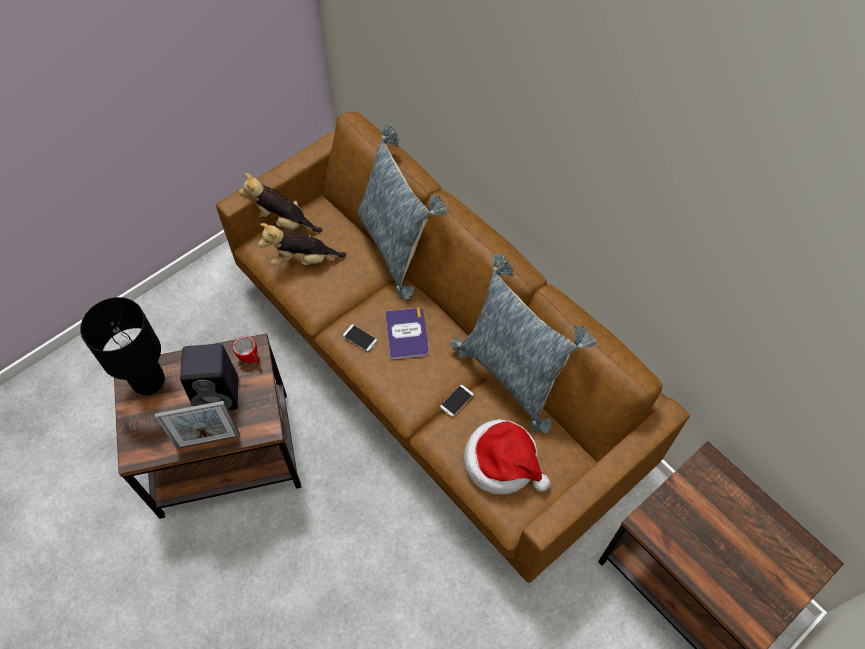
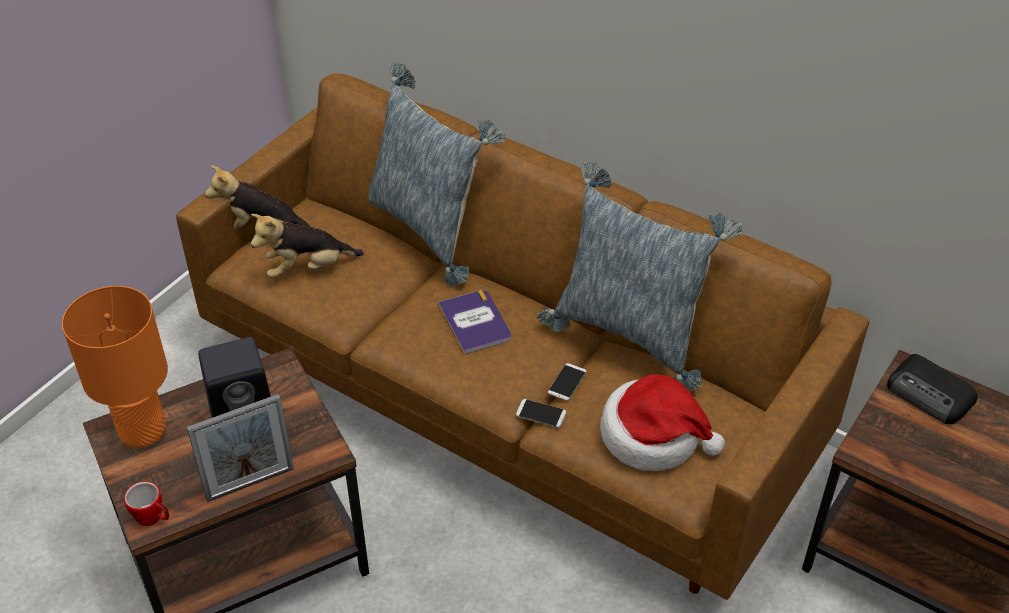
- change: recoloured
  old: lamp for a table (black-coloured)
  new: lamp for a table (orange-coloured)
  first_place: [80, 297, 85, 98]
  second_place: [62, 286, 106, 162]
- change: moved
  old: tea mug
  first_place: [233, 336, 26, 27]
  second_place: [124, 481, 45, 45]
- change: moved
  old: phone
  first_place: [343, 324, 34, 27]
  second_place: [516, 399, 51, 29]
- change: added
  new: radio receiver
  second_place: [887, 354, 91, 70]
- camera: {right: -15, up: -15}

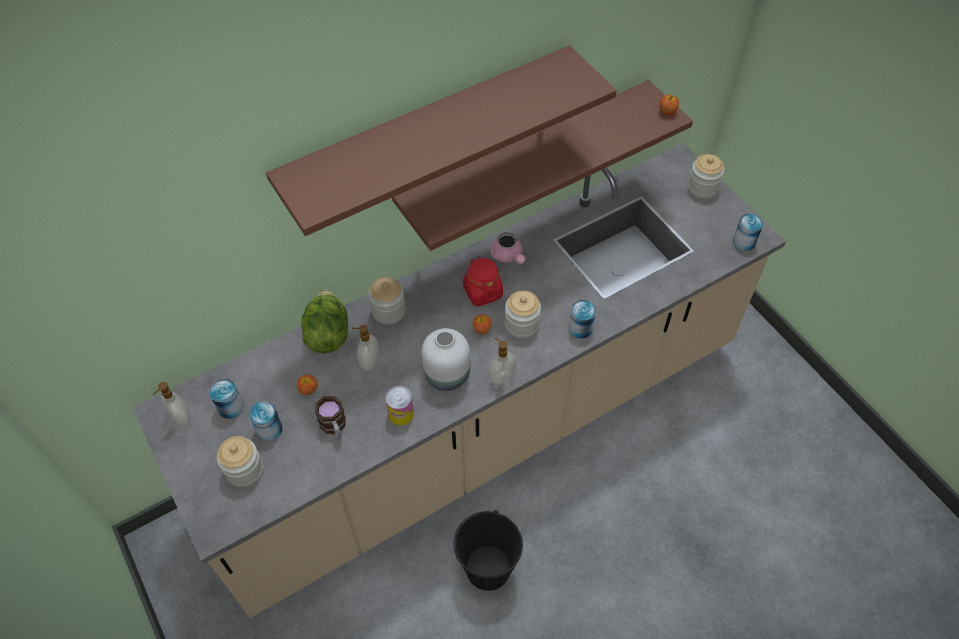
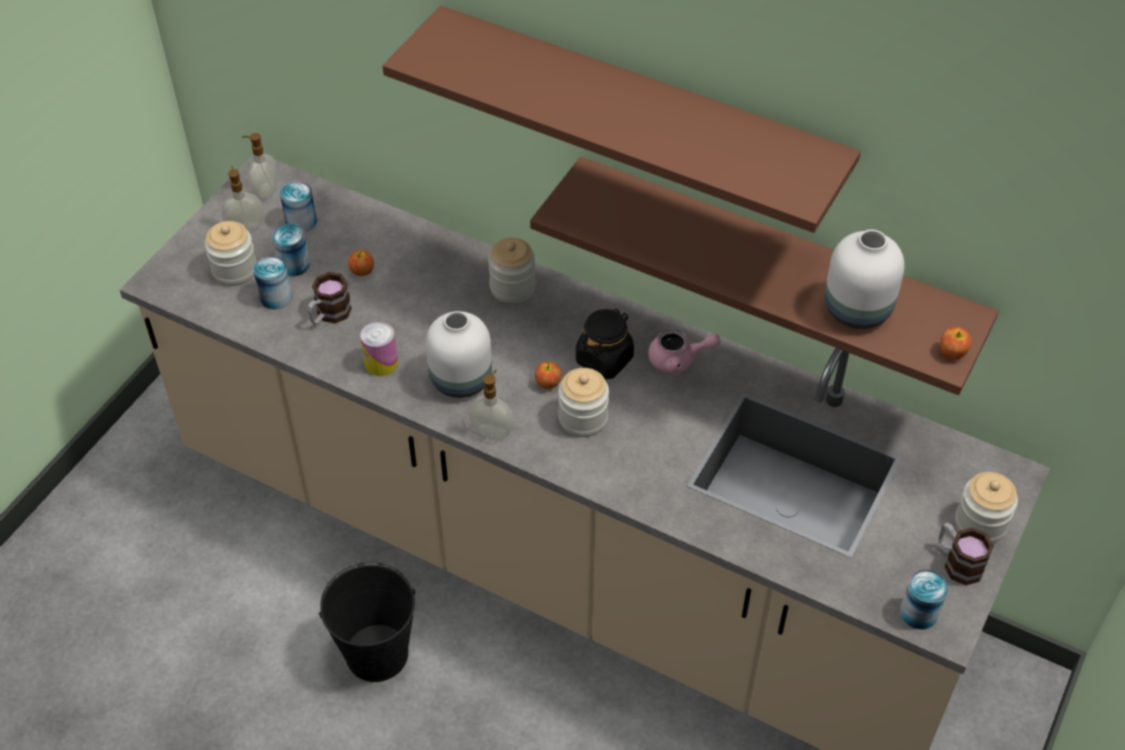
- change: removed
  old: head of lettuce
  first_place: [301, 289, 48, 65]
- change: moved
  old: soap bottle
  first_place: [352, 325, 27, 46]
  second_place: [221, 166, 43, 66]
- change: recoloured
  old: storage jar (reddish)
  new: storage jar (black-coloured)
  first_place: [463, 256, 40, 51]
  second_place: [576, 309, 58, 70]
- change: turned
  old: tea pot (pink-coloured)
  first_place: [488, 232, 37, 32]
  second_place: [648, 329, 73, 44]
  degrees: -120
- change: moved
  old: can
  first_place: [569, 300, 27, 39]
  second_place: [253, 256, 39, 53]
- change: added
  new: flower vase (white)
  second_place: [825, 230, 80, 99]
- change: added
  new: tea mug
  second_place: [939, 523, 55, 63]
- camera: {right: 60, up: -5}

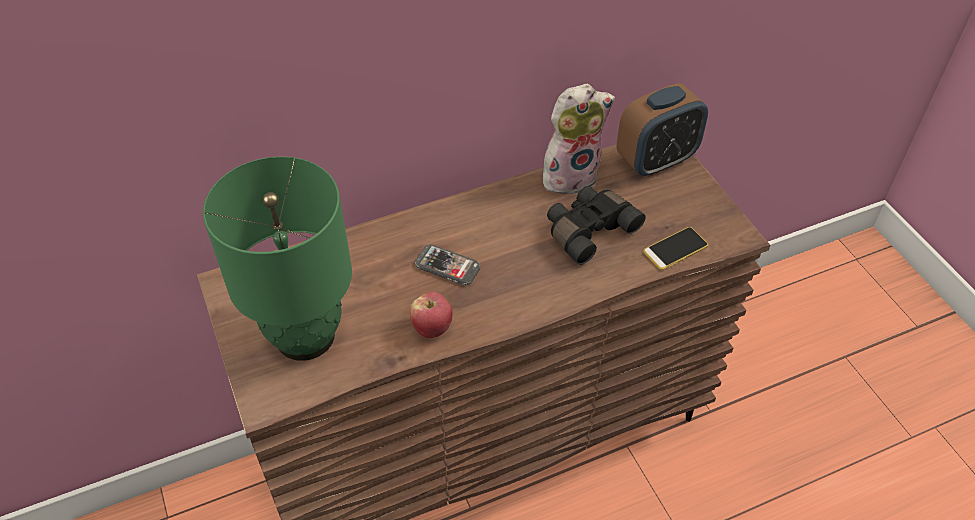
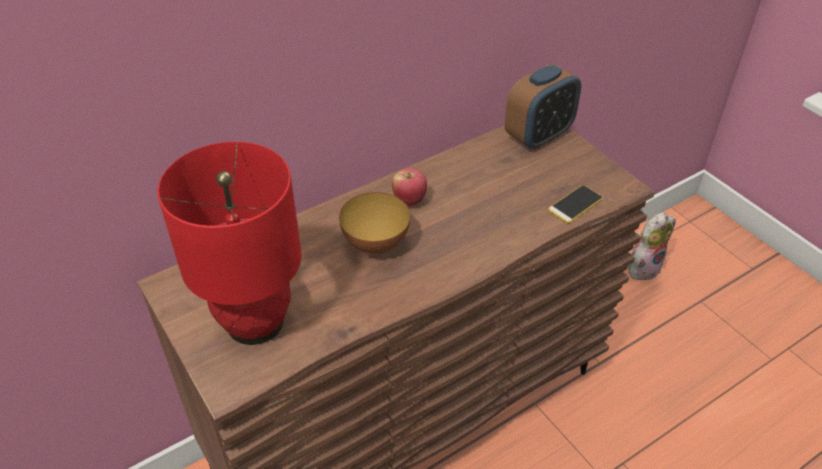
- change: recoloured
  old: lamp for a table (green-coloured)
  new: lamp for a table (reddish)
  first_place: [203, 157, 149, 204]
  second_place: [157, 142, 145, 203]
- change: moved
  old: whole apple
  first_place: [410, 292, 43, 46]
  second_place: [392, 167, 35, 40]
- change: replaced
  old: phone
  new: serving bowl
  first_place: [415, 244, 66, 42]
  second_place: [339, 192, 72, 62]
- change: moved
  old: soft toy
  first_place: [543, 84, 72, 110]
  second_place: [628, 213, 48, 68]
- change: removed
  old: pair of binoculars (black-coloured)
  first_place: [547, 186, 99, 79]
- camera: {right: -10, up: -5}

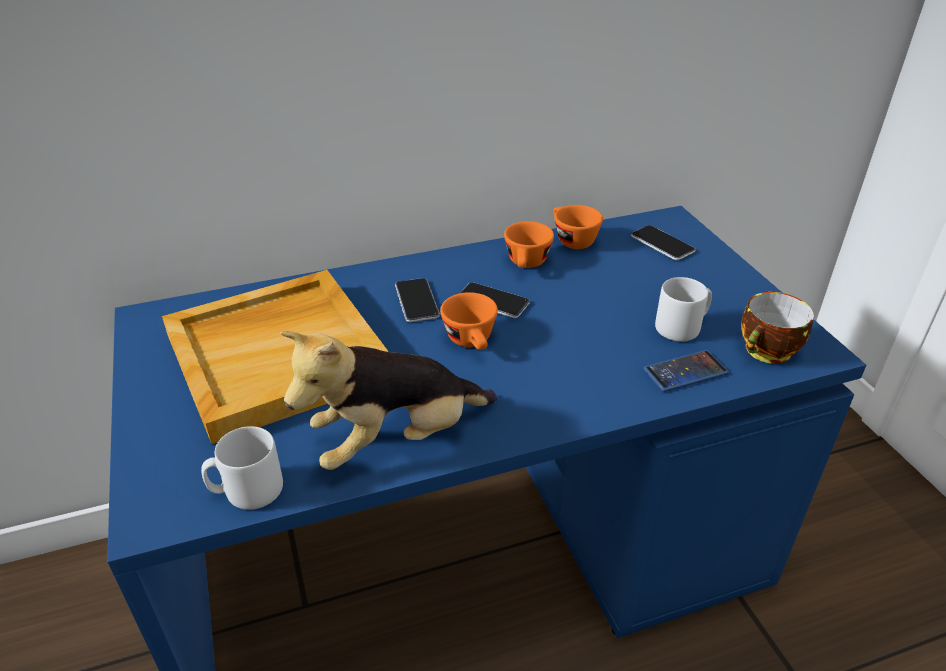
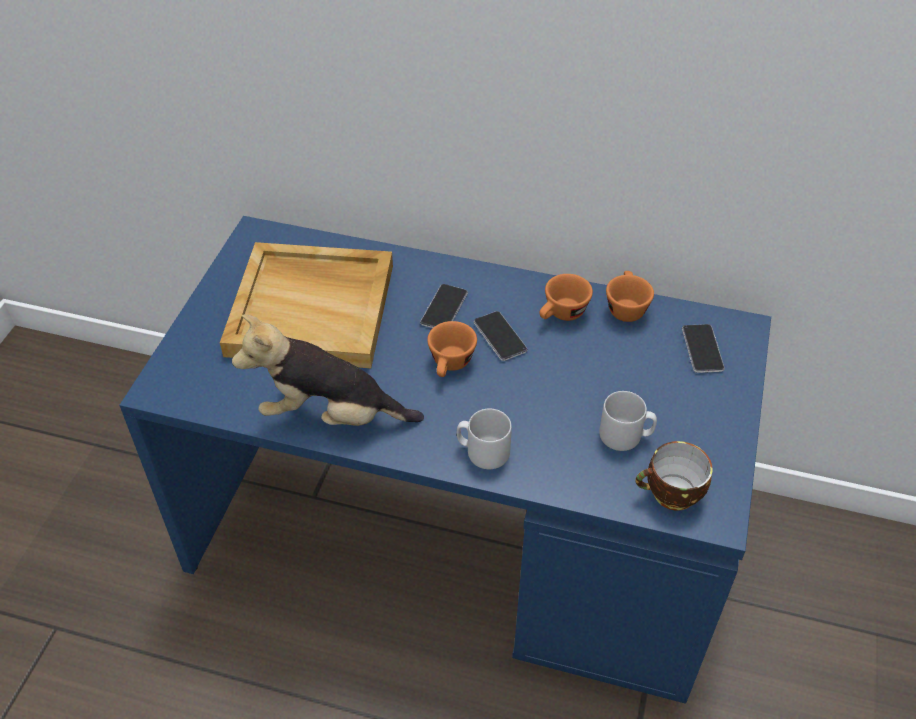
- change: moved
  old: tea mug (grey)
  first_place: [201, 426, 82, 84]
  second_place: [457, 409, 55, 60]
- change: removed
  old: phone
  first_place: [643, 350, 86, 42]
- camera: {right: 35, up: 10}

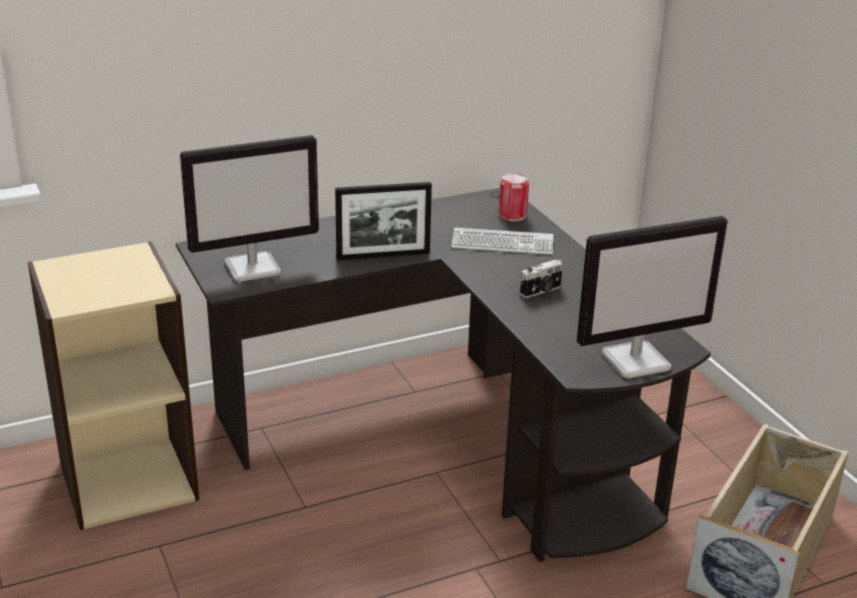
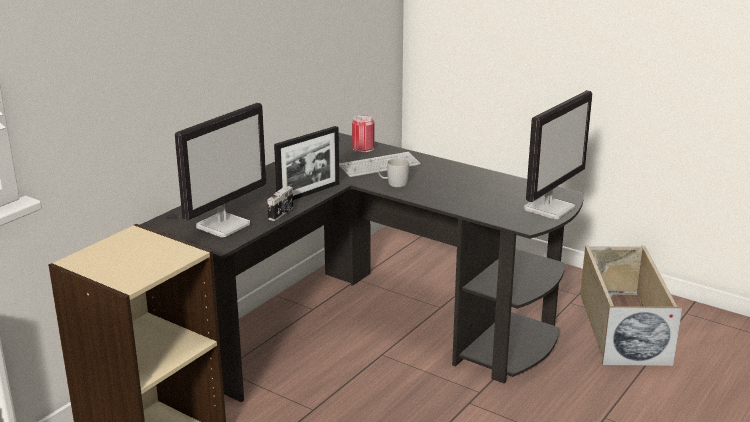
- change: moved
  old: still camera
  first_place: [520, 260, 43, 38]
  second_place: [267, 186, 26, 35]
- change: added
  new: tea mug (white)
  second_place: [378, 158, 31, 29]
- camera: {right: -30, up: -5}

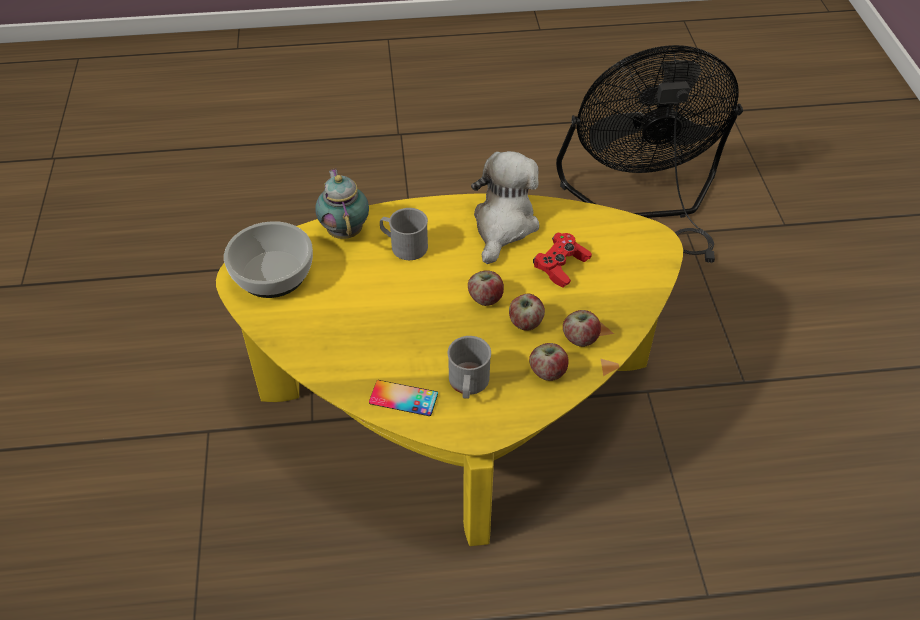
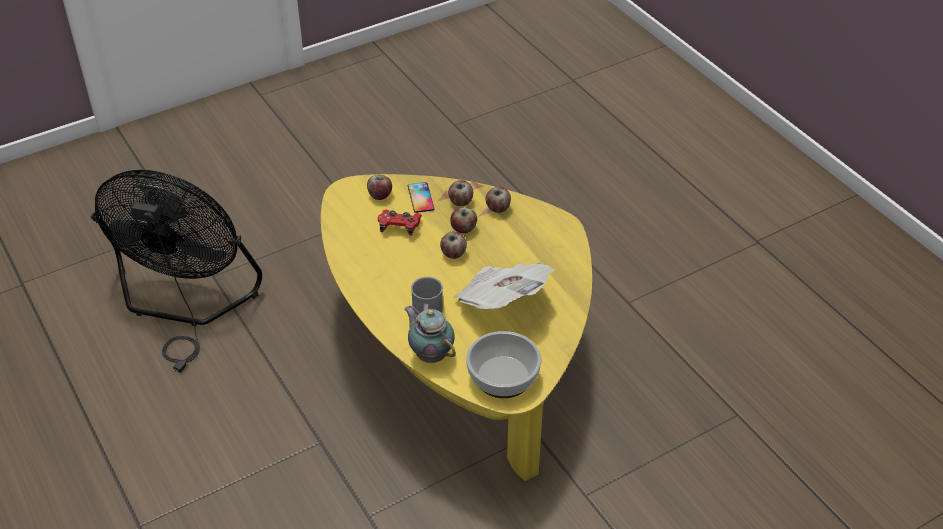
- change: turned
  old: tea pot
  first_place: [315, 168, 54, 71]
  second_place: [404, 305, 52, 58]
  degrees: 90
- change: moved
  old: phone
  first_place: [369, 380, 69, 36]
  second_place: [408, 182, 26, 31]
- change: removed
  old: tea mug (grey)
  first_place: [448, 336, 43, 63]
- change: removed
  old: soft toy
  first_place: [471, 151, 68, 113]
- change: turned
  old: fan (black-coloured)
  first_place: [556, 45, 187, 218]
  second_place: [91, 170, 171, 203]
  degrees: 135
- change: added
  new: whole apple
  second_place: [367, 175, 25, 25]
- change: added
  new: daily paper
  second_place: [454, 263, 100, 46]
- camera: {right: -115, up: -5}

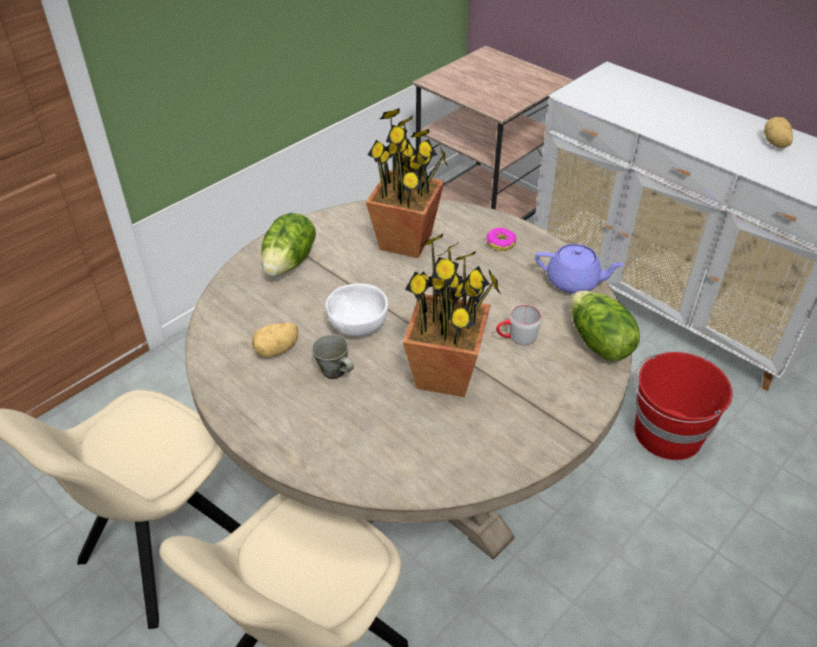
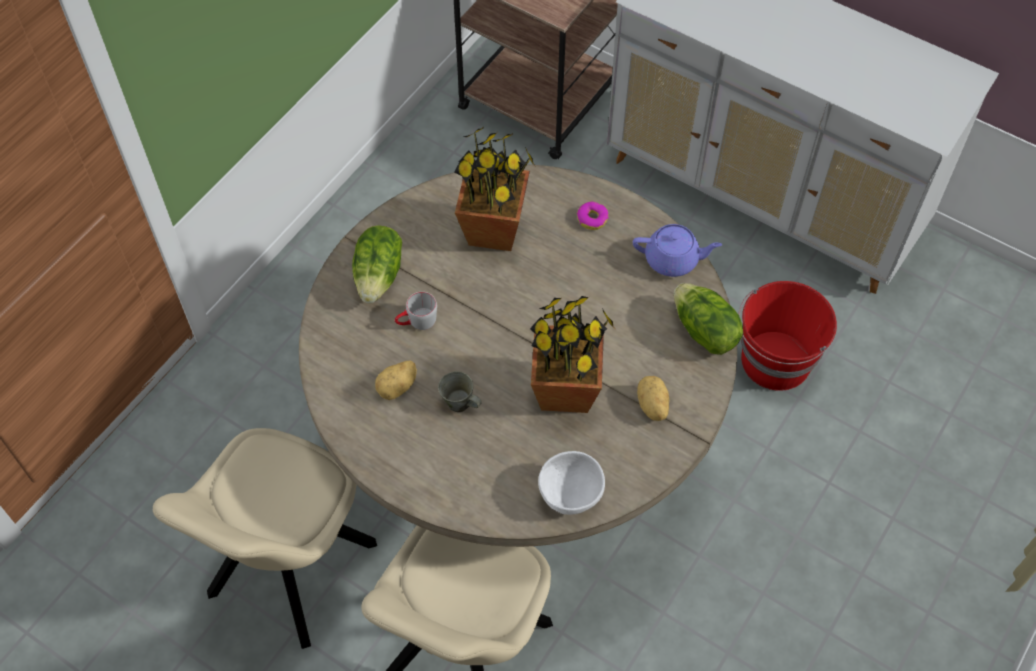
- change: moved
  old: serving bowl (white)
  first_place: [325, 284, 63, 53]
  second_place: [538, 451, 67, 64]
- change: moved
  old: tea mug (grey)
  first_place: [496, 305, 46, 40]
  second_place: [395, 292, 42, 38]
- change: moved
  old: whole potato
  first_place: [764, 117, 29, 31]
  second_place: [637, 376, 32, 45]
- camera: {right: -10, up: 15}

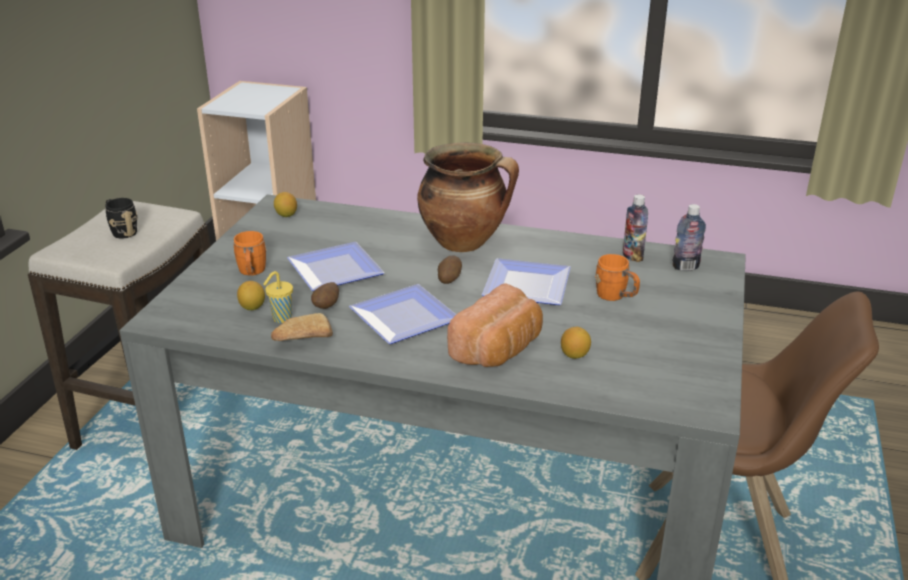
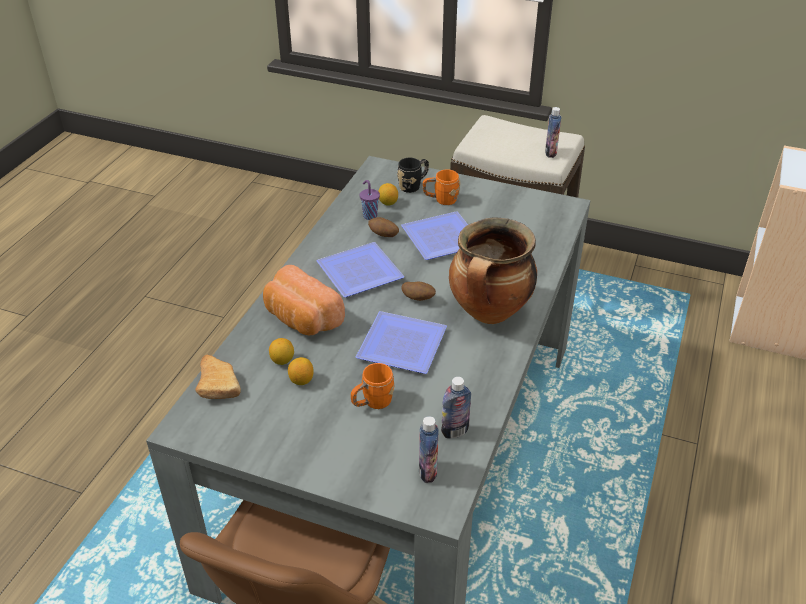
- change: moved
  old: tea mug (black-coloured)
  first_place: [105, 198, 33, 41]
  second_place: [397, 158, 32, 35]
- change: recoloured
  old: drinking cup (yellow)
  new: drinking cup (purple-coloured)
  first_place: [263, 271, 30, 52]
  second_place: [360, 180, 20, 40]
- change: moved
  old: bread
  first_place: [271, 313, 62, 28]
  second_place: [195, 354, 46, 45]
- change: moved
  old: lemon
  first_place: [274, 192, 23, 25]
  second_place: [288, 357, 26, 28]
- change: added
  new: drink bottle
  second_place: [545, 107, 16, 51]
- camera: {right: 95, up: 10}

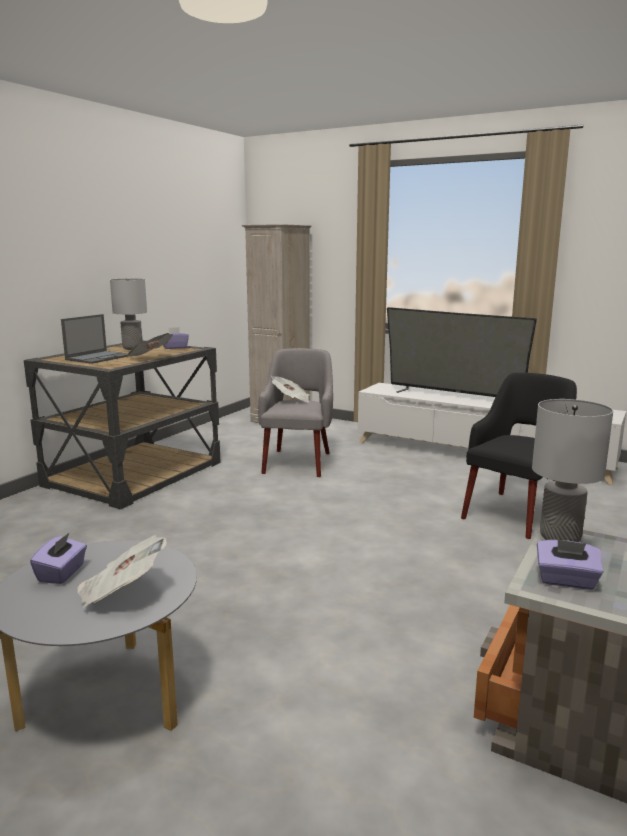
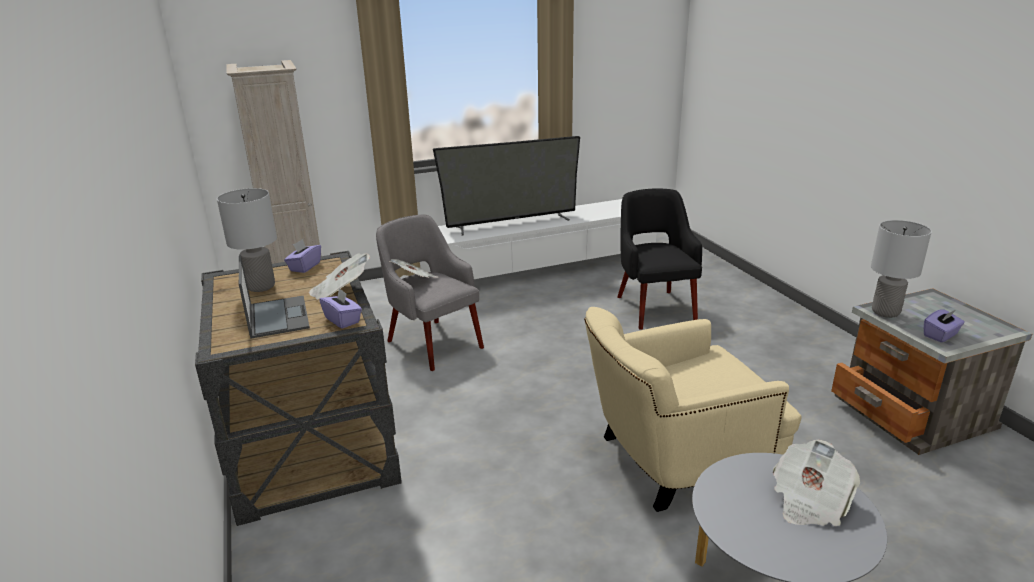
- change: moved
  old: tissue box (purple-coloured)
  first_place: [30, 532, 57, 52]
  second_place: [319, 288, 43, 41]
- change: added
  new: easy chair (beige)
  second_place: [584, 307, 217, 205]
- camera: {right: -50, up: 10}

